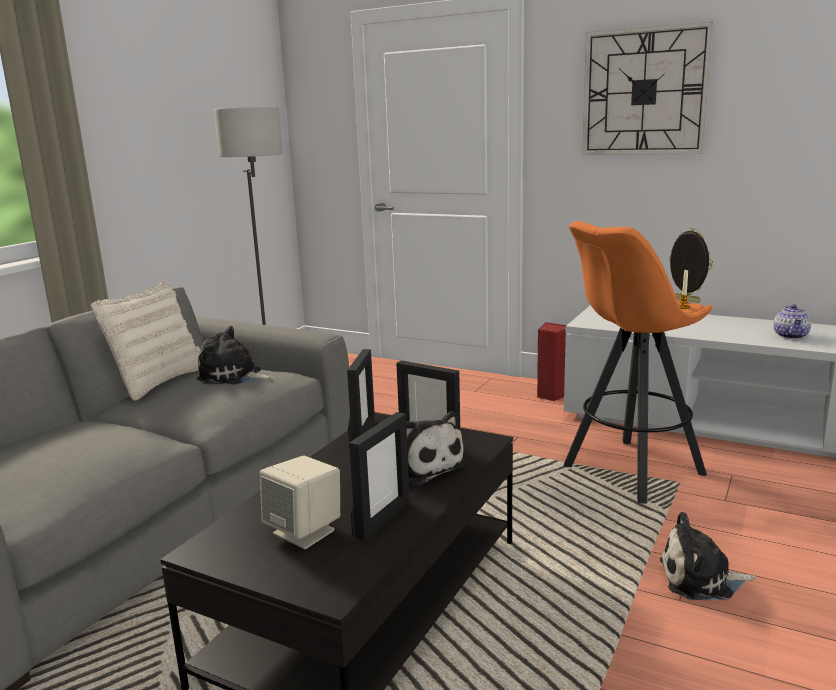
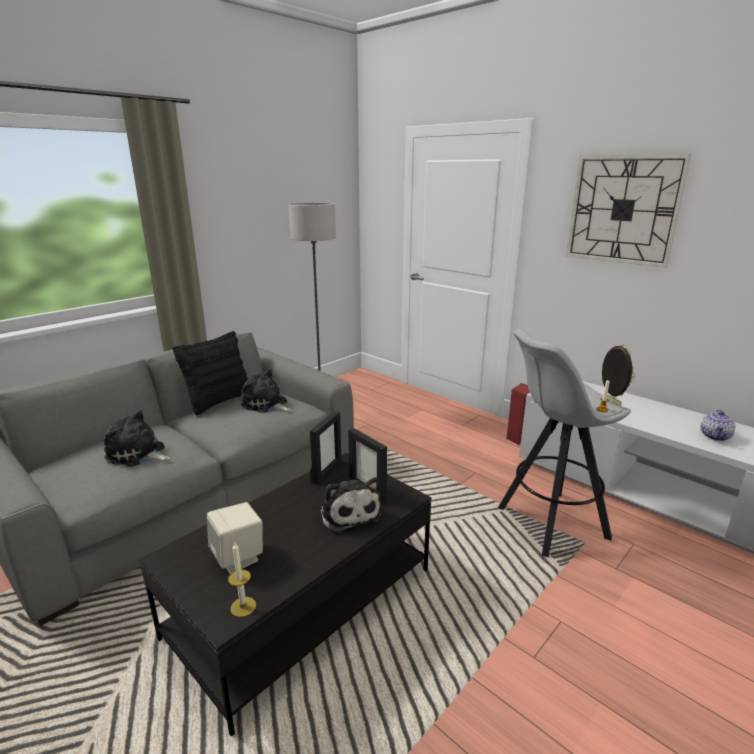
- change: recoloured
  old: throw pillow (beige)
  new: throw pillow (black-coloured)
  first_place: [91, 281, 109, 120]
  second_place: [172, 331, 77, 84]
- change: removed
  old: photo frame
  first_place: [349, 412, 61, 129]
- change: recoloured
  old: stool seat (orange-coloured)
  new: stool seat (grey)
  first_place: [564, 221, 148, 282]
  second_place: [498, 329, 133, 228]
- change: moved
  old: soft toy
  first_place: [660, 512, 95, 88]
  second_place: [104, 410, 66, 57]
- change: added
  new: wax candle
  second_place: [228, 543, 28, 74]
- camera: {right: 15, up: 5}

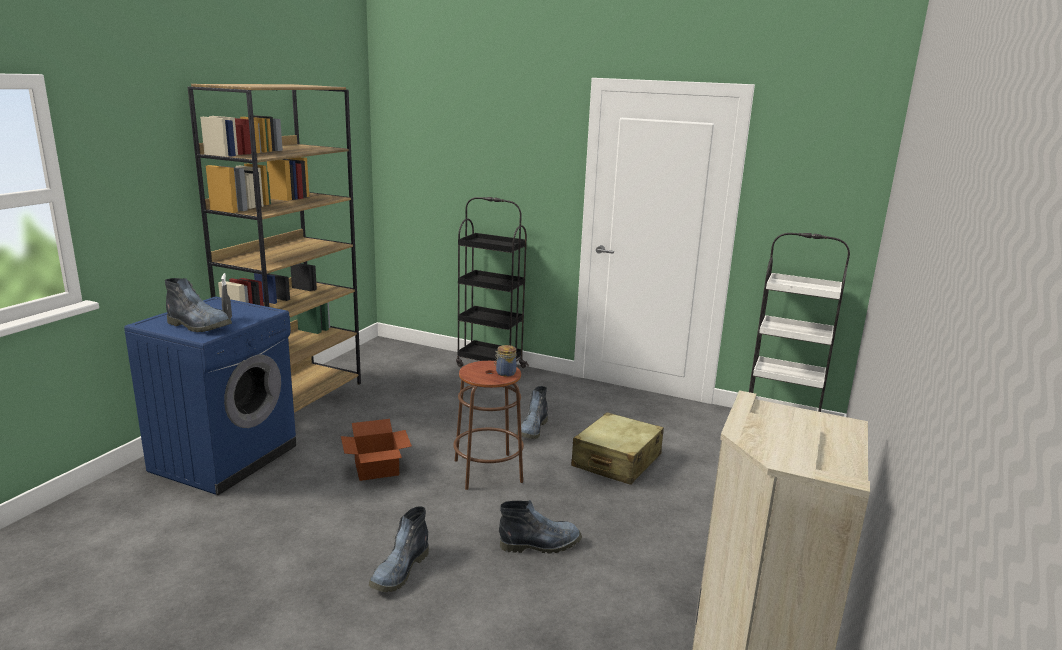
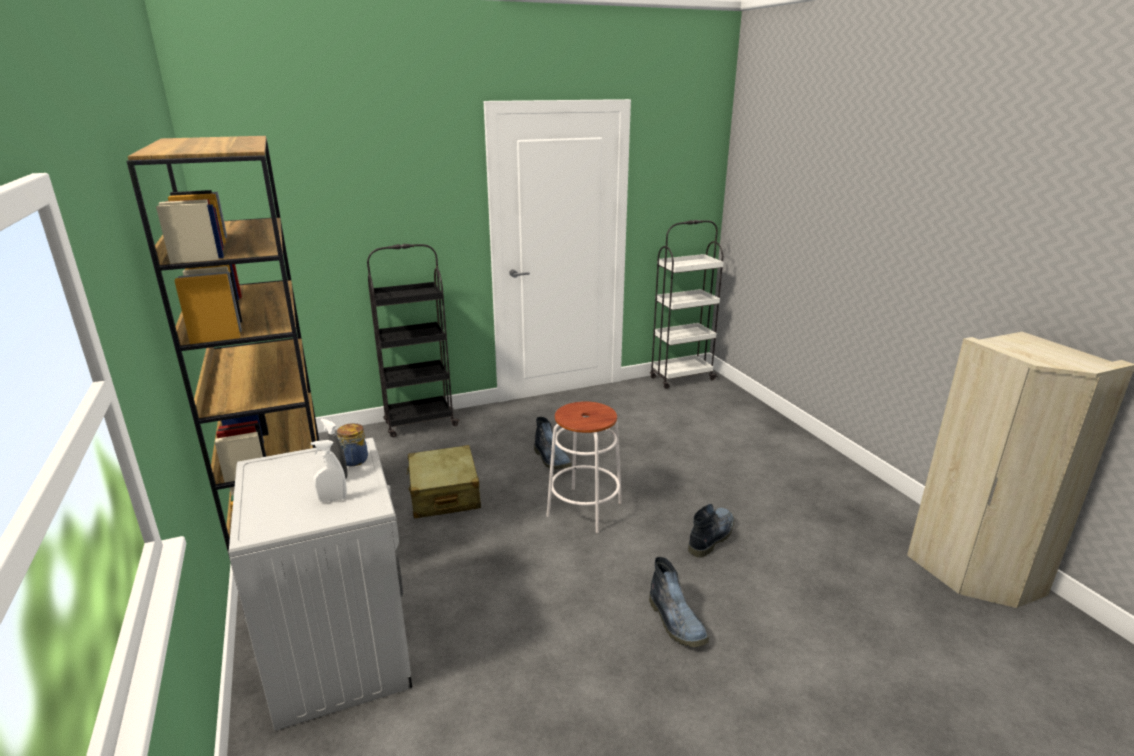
- change: recoloured
  old: washing machine (bluish)
  new: washing machine (white)
  first_place: [124, 296, 172, 199]
  second_place: [229, 437, 184, 293]
- change: replaced
  old: boot
  new: spray bottle (white)
  first_place: [165, 278, 67, 54]
  second_place: [311, 440, 36, 62]
- change: removed
  old: carton
  first_place: [341, 419, 71, 62]
- change: recoloured
  old: stool seat (brown)
  new: stool seat (white)
  first_place: [453, 361, 71, 129]
  second_place: [546, 401, 76, 132]
- change: moved
  old: storage jar
  first_place: [494, 345, 23, 32]
  second_place: [337, 423, 31, 43]
- change: moved
  old: travel case (beige)
  first_place: [571, 412, 93, 73]
  second_place: [406, 445, 75, 74]
- camera: {right: -45, up: 5}

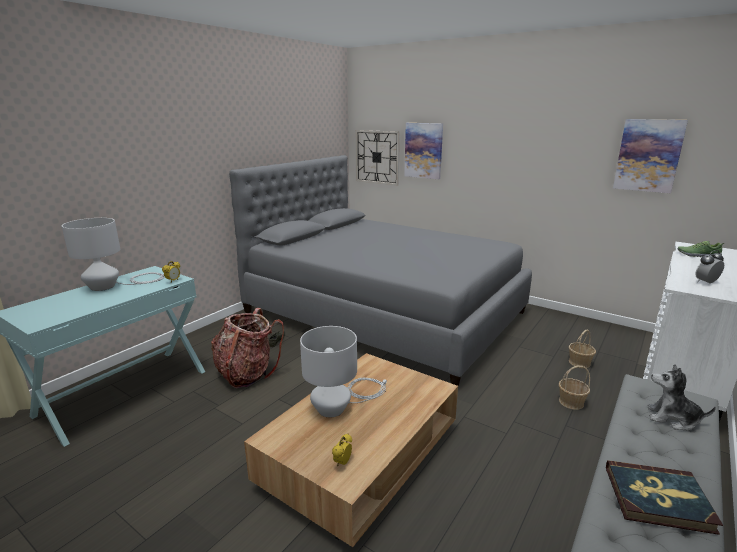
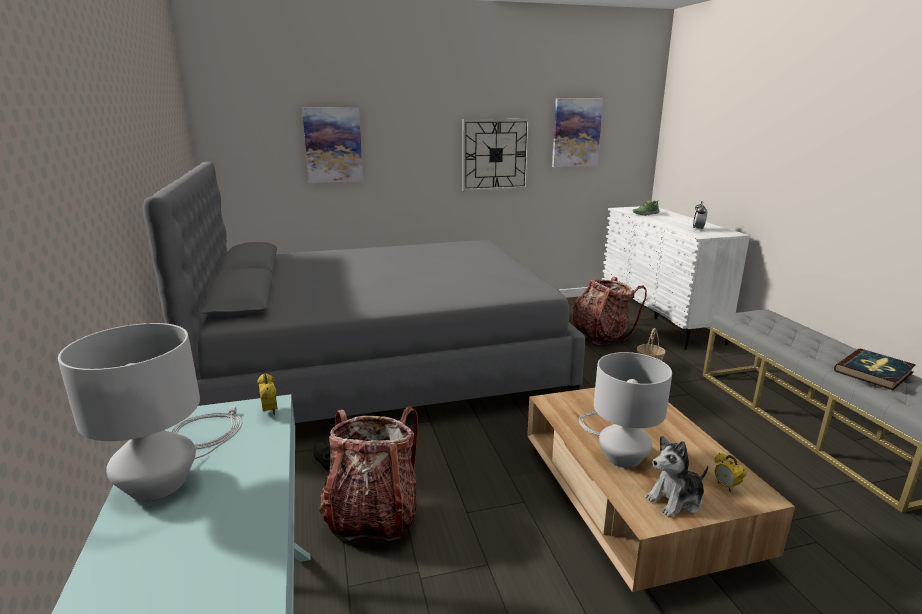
- change: moved
  old: clock on the wall
  first_place: [356, 130, 44, 55]
  second_place: [462, 119, 68, 72]
- change: replaced
  old: basket
  new: knapsack
  first_place: [569, 330, 27, 38]
  second_place: [573, 277, 74, 68]
- change: moved
  old: soft toy
  first_place: [648, 364, 68, 66]
  second_place: [645, 435, 63, 82]
- camera: {right: -50, up: 0}

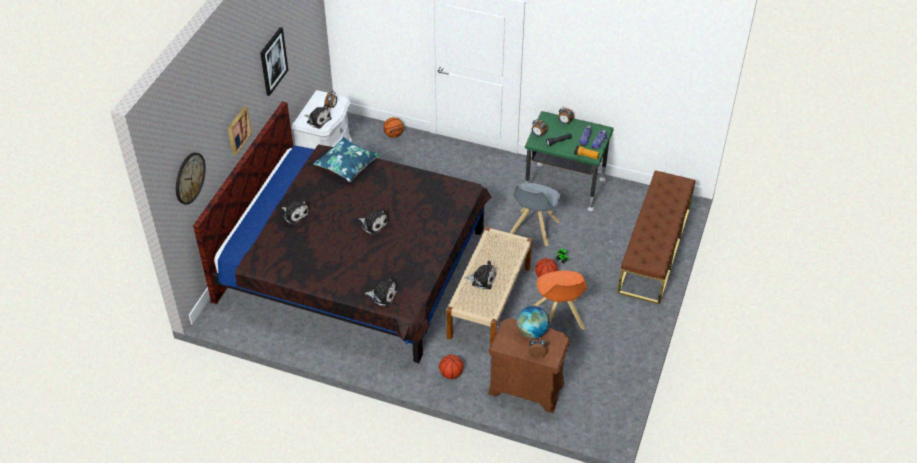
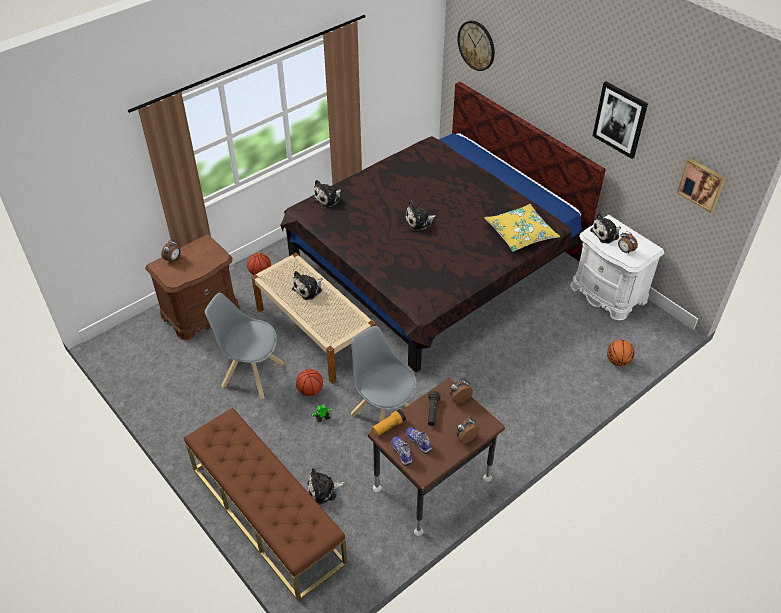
- change: moved
  old: picture
  first_place: [228, 107, 24, 48]
  second_place: [677, 158, 49, 55]
- change: moved
  old: soft toy
  first_place: [282, 199, 28, 26]
  second_place: [307, 468, 38, 37]
- change: recoloured
  old: throw pillow (bluish)
  new: throw pillow (yellow)
  first_place: [313, 137, 67, 45]
  second_place: [484, 204, 76, 48]
- change: removed
  old: desk globe
  first_place: [517, 306, 32, 32]
- change: recoloured
  old: desk (green-coloured)
  new: desk (brown)
  first_place: [525, 111, 89, 100]
  second_place: [368, 378, 137, 158]
- change: recoloured
  old: upright chair (orange-coloured)
  new: upright chair (grey)
  first_place: [533, 271, 54, 59]
  second_place: [205, 293, 79, 107]
- camera: {right: 120, up: 0}

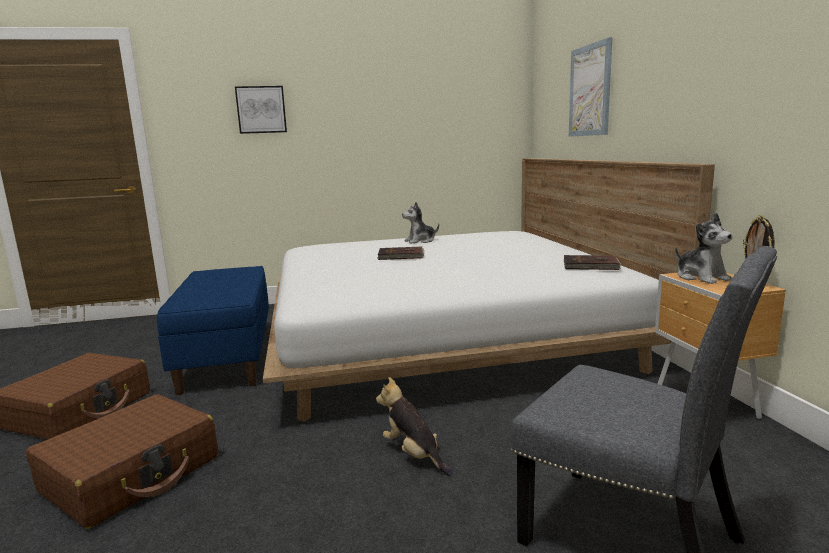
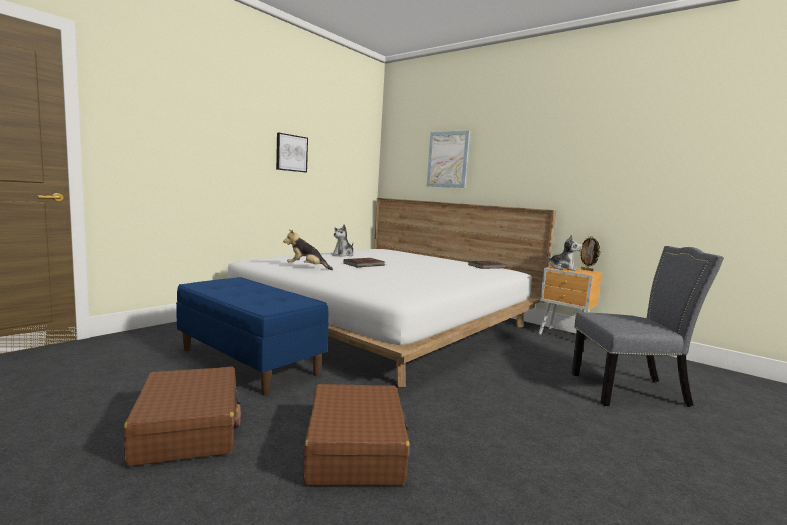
- change: moved
  old: picture
  first_place: [235, 86, 52, 48]
  second_place: [276, 133, 32, 39]
- change: moved
  old: soft toy
  first_place: [376, 377, 76, 99]
  second_place: [283, 229, 50, 41]
- camera: {right: -40, up: -5}

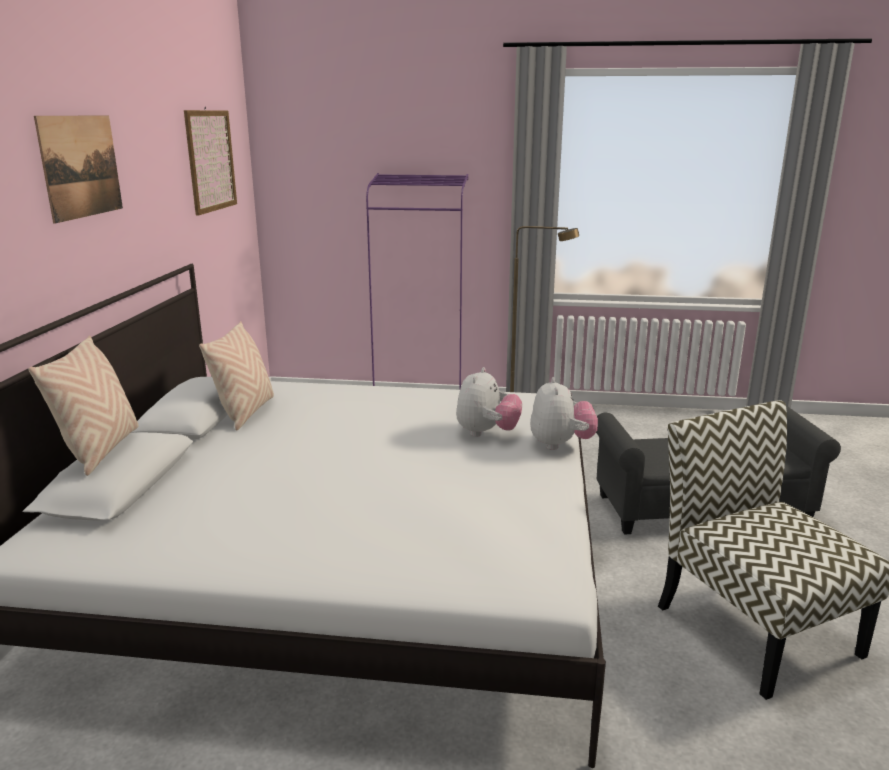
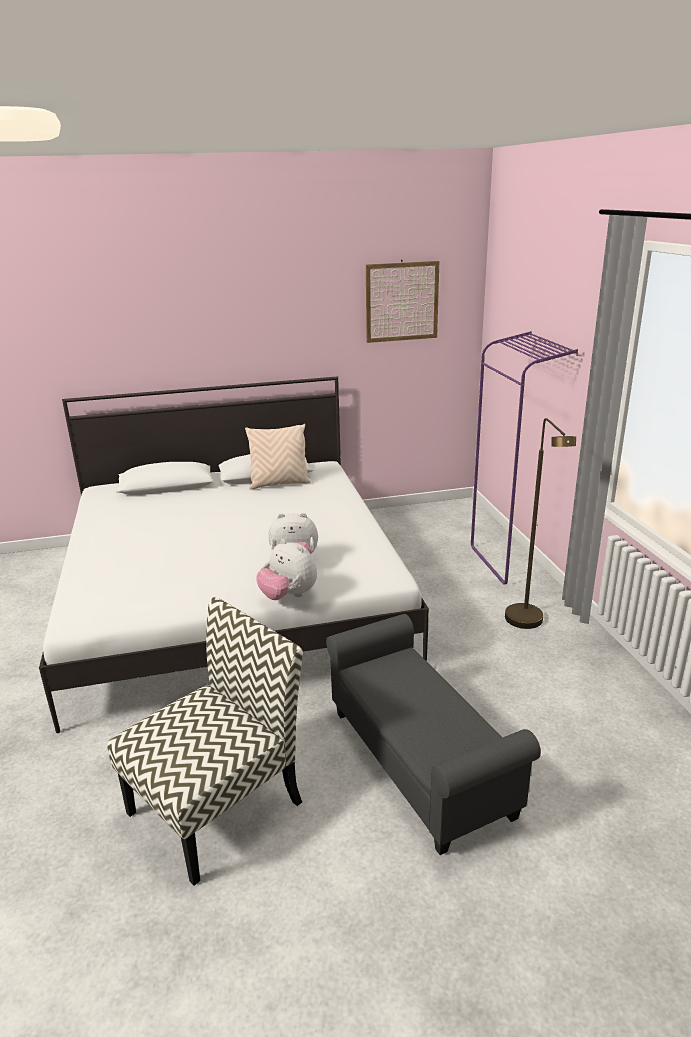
- change: removed
  old: throw pillow (beige)
  first_place: [28, 335, 111, 141]
- change: removed
  old: picture
  first_place: [34, 115, 89, 109]
- change: turned
  old: soft toy
  first_place: [530, 377, 68, 73]
  second_place: [256, 539, 61, 61]
  degrees: 60
- camera: {right: 70, up: 5}

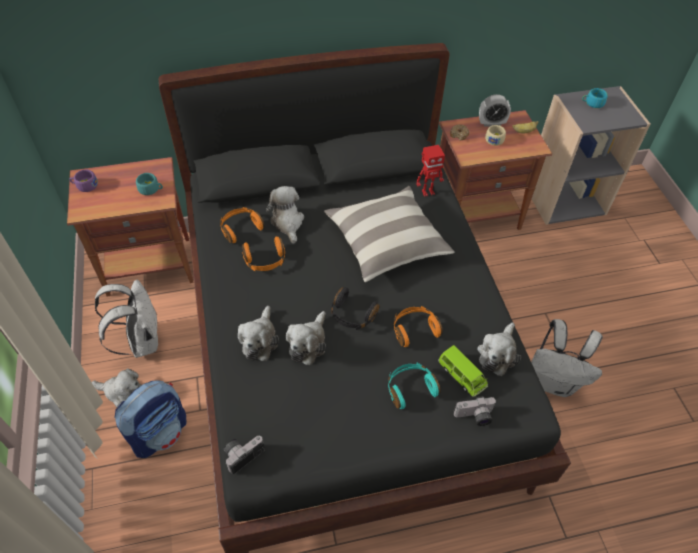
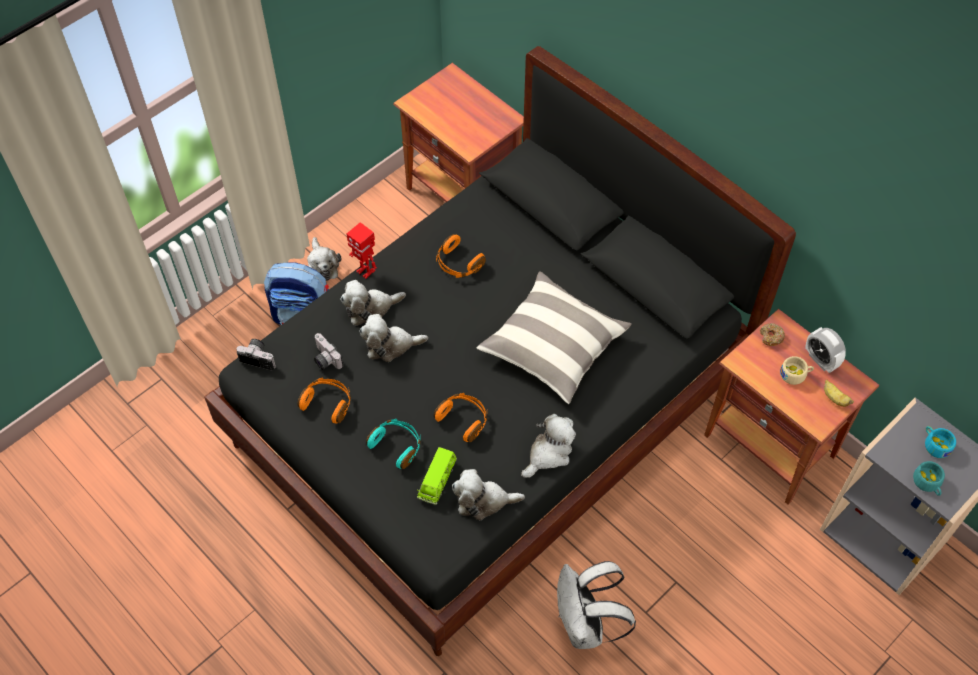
- change: removed
  old: drinking cup (purple-coloured)
  first_place: [69, 170, 29, 22]
- change: removed
  old: knapsack (white)
  first_place: [95, 279, 63, 79]
- change: moved
  old: drinking cup (turquoise-coloured)
  first_place: [136, 173, 27, 22]
  second_place: [913, 461, 32, 35]
- change: moved
  old: pair of headphones (orange-coloured)
  first_place: [220, 207, 45, 36]
  second_place: [298, 377, 53, 47]
- change: moved
  old: soft toy
  first_place: [266, 186, 38, 57]
  second_place: [521, 414, 55, 64]
- change: removed
  old: pair of headphones (black-coloured)
  first_place: [331, 287, 48, 43]
- change: moved
  old: robot figure
  first_place: [416, 145, 29, 52]
  second_place: [347, 222, 30, 57]
- change: moved
  old: still camera
  first_place: [454, 396, 42, 30]
  second_place: [314, 333, 30, 37]
- camera: {right: 60, up: 5}

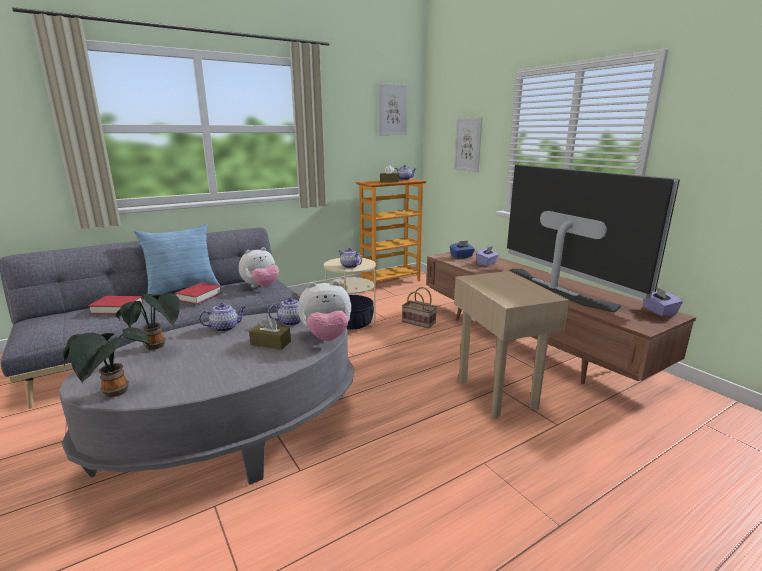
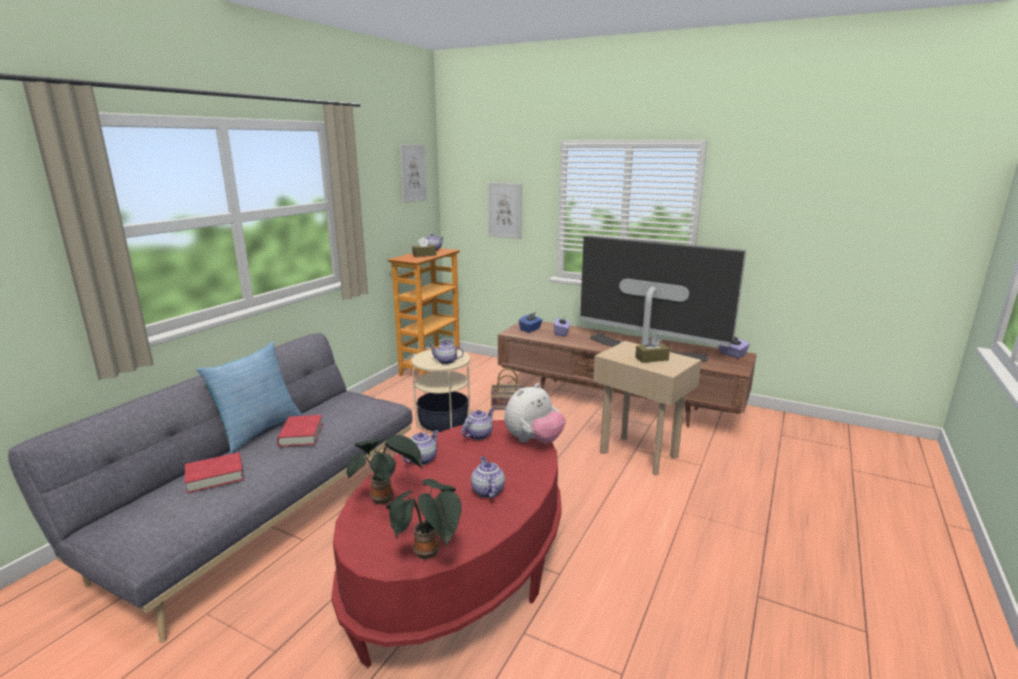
- change: recoloured
  old: lounge table (grey)
  new: lounge table (reddish)
  first_place: [58, 313, 296, 172]
  second_place: [331, 420, 231, 247]
- change: removed
  old: soft toy
  first_place: [239, 247, 40, 41]
- change: moved
  old: tissue box (brown)
  first_place: [249, 316, 42, 34]
  second_place: [635, 336, 35, 27]
- change: added
  new: tea pot
  second_place: [471, 456, 34, 42]
- camera: {right: -30, up: 0}

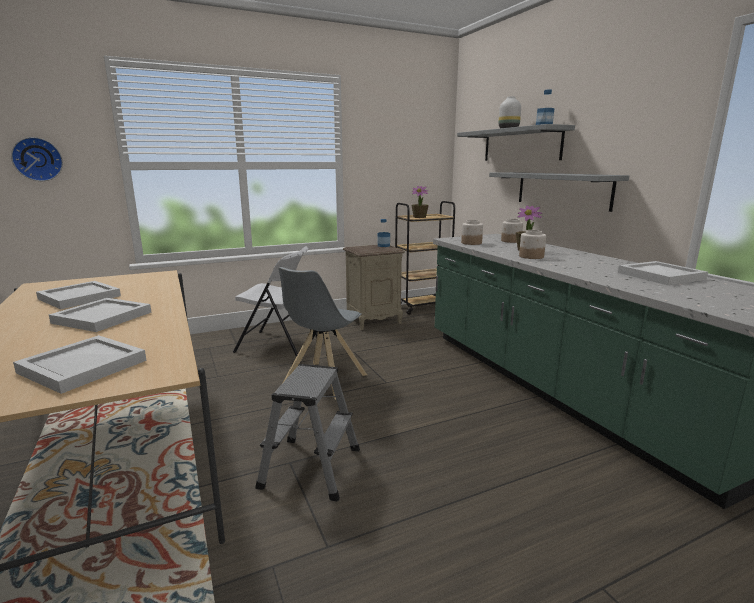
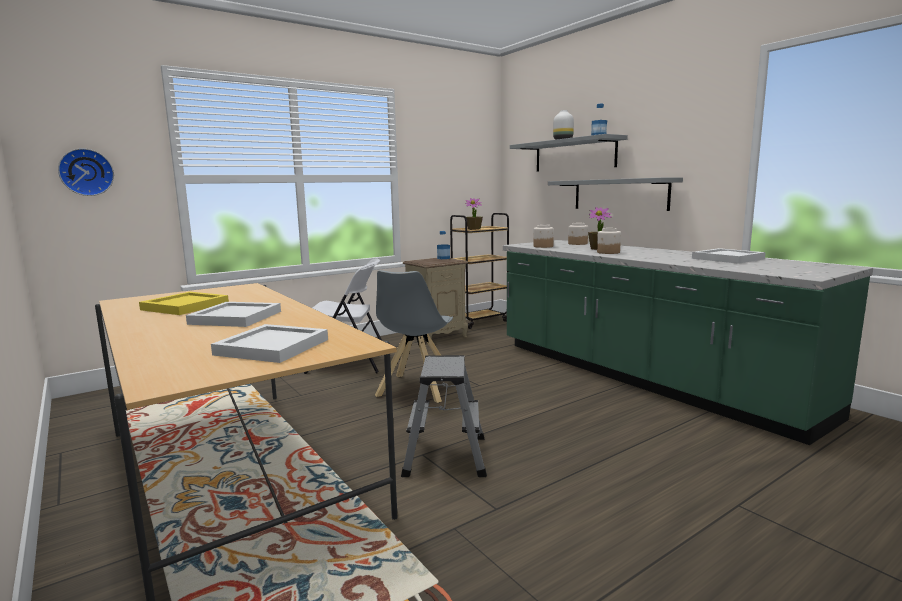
- change: recoloured
  old: tray (white)
  new: tray (yellow)
  first_place: [36, 281, 85, 28]
  second_place: [139, 292, 90, 23]
- camera: {right: -10, up: -5}

